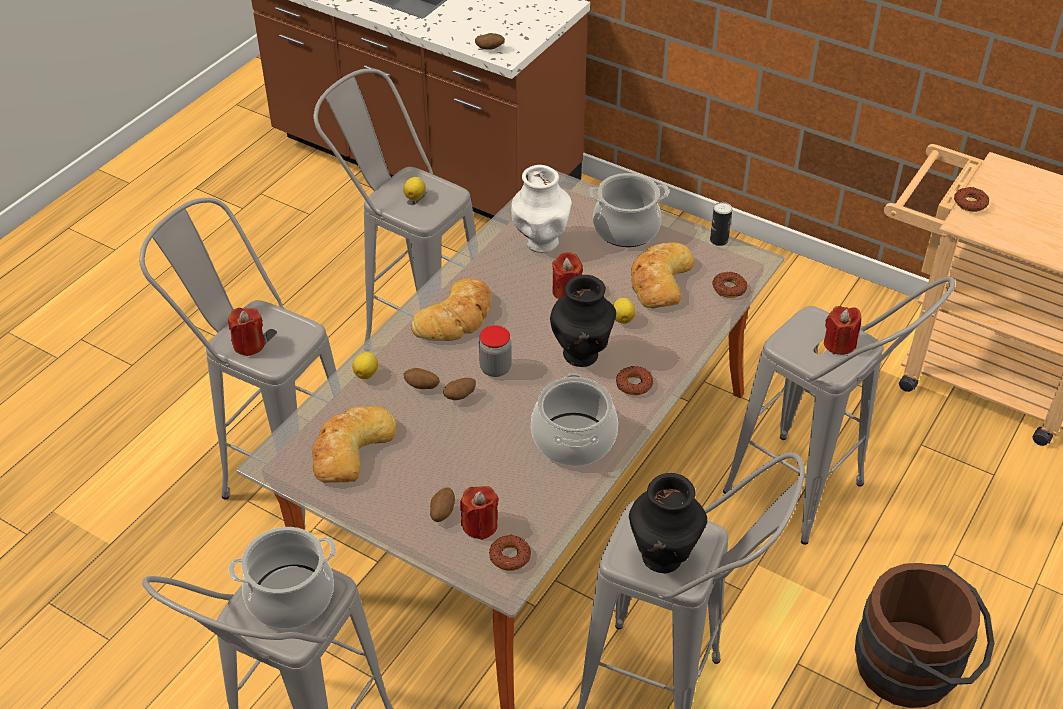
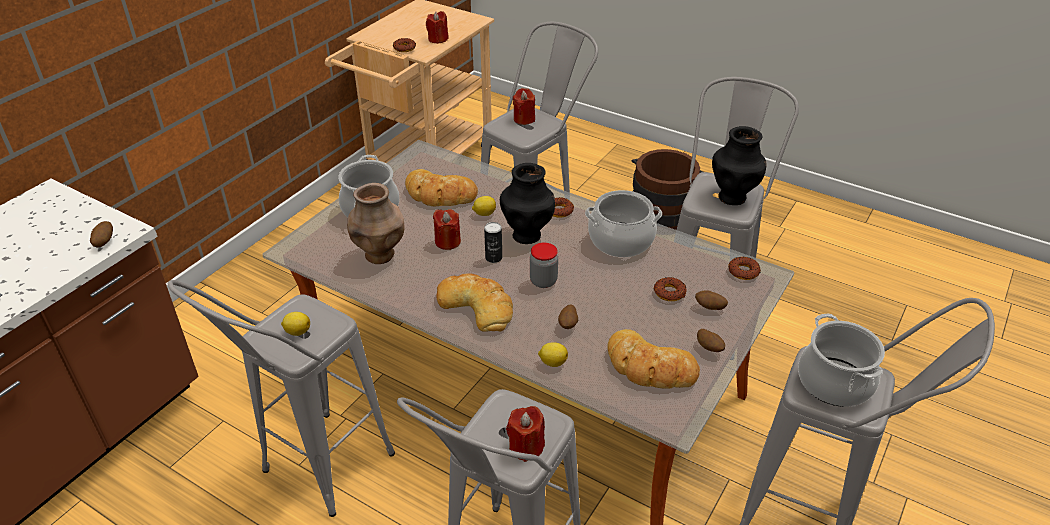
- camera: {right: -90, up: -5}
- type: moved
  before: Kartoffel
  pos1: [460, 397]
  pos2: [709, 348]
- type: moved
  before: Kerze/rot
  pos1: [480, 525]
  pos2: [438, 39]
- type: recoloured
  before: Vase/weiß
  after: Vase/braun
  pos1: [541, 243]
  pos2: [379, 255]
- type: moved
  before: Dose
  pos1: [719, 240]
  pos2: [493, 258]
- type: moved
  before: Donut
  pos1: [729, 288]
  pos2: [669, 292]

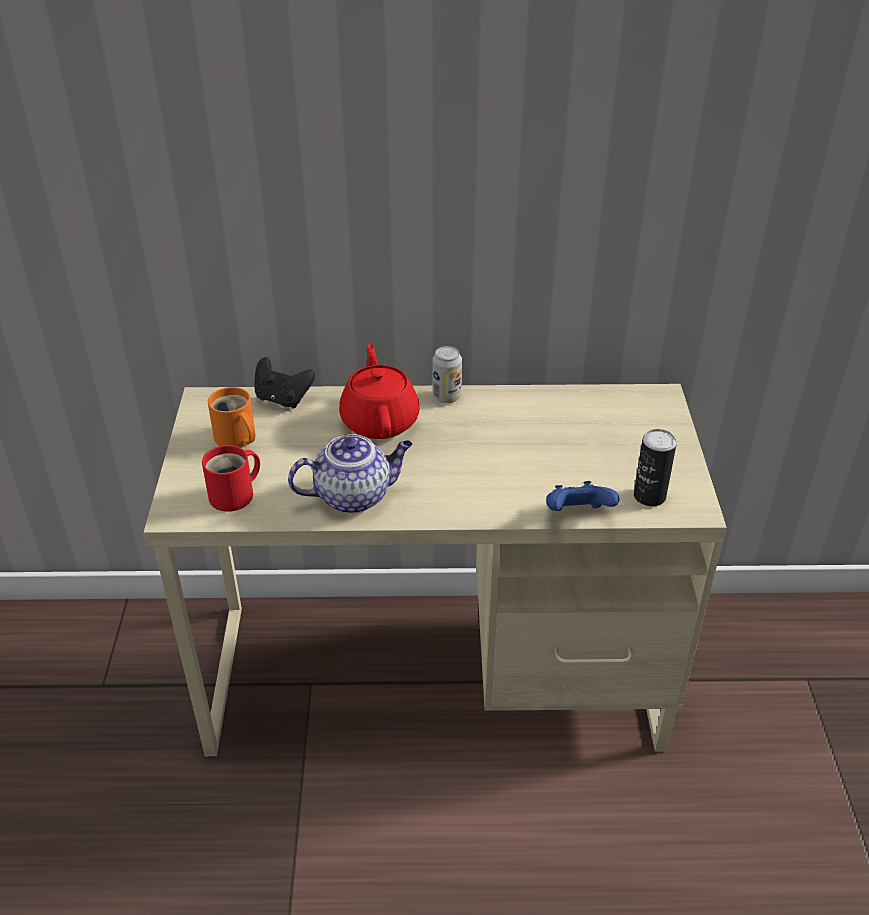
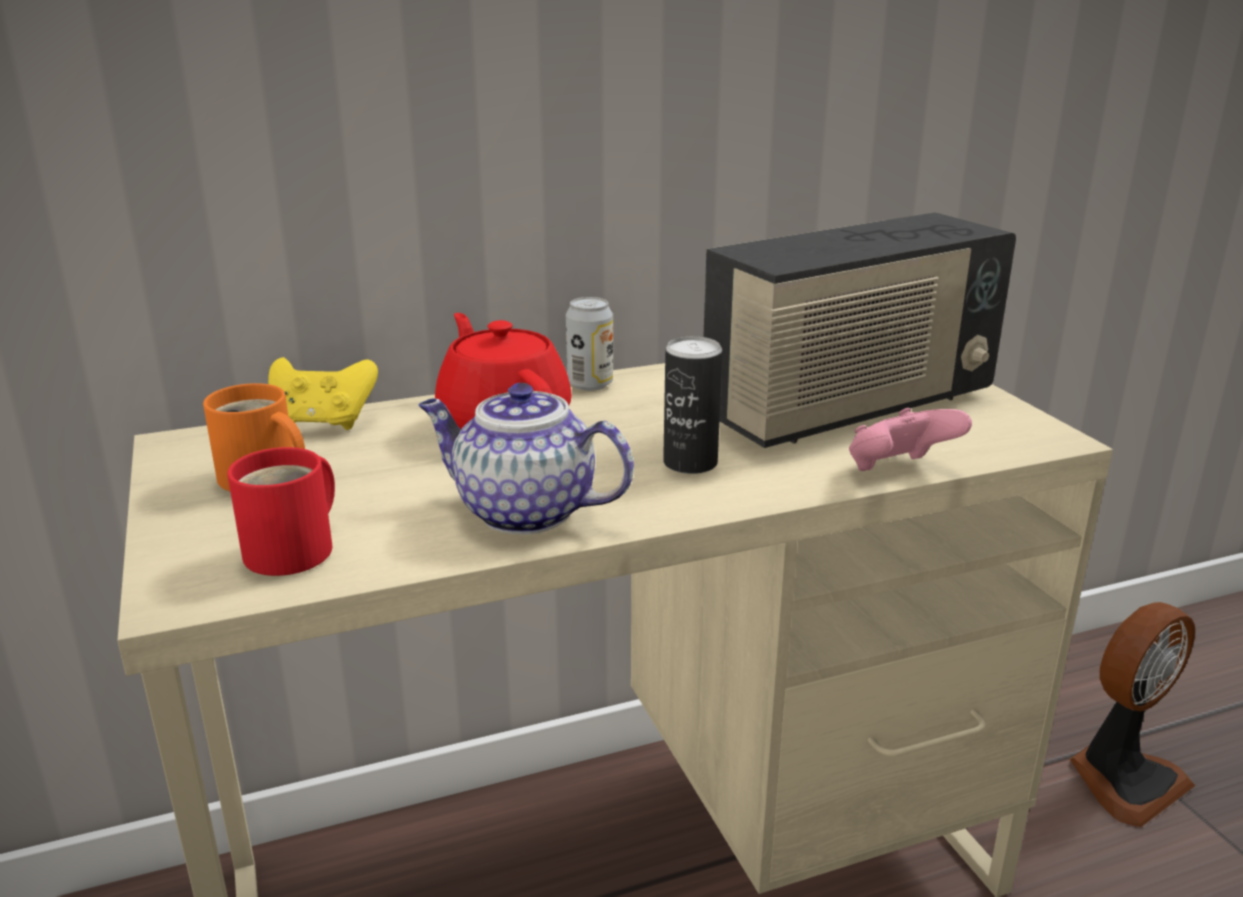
- camera: {right: -20, up: -15}
- type: recoloured
  before: Gamepad/schwarz
  after: Gamepad/gelb
  pos1: [283, 399]
  pos2: [323, 422]
- type: turned
  before: Teekanne
  pos1: [354, 495]
  pos2: [522, 511]
  turn: -120
- type: recoloured
  before: Gamepad/blau
  after: Gamepad/rosa
  pos1: [577, 515]
  pos2: [898, 471]
- type: moved
  before: Dose
  pos1: [649, 496]
  pos2: [690, 463]
- type: added
  after: Radio
  pos2: [850, 409]
- type: added
  after: Ventilator
  pos2: [1123, 778]

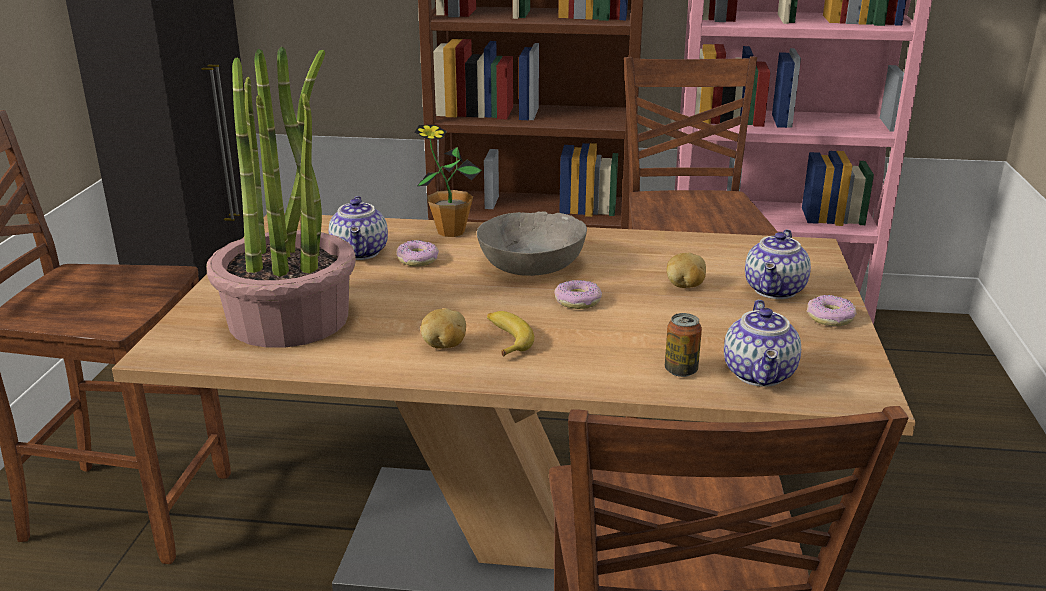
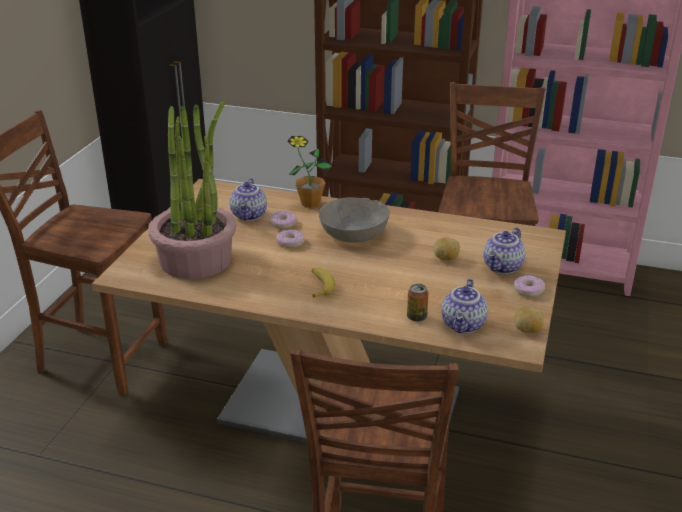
- camera: {right: 10, up: 5}
- type: moved
  before: Kartoffel
  pos1: [444, 346]
  pos2: [527, 330]
- type: moved
  before: Donut
  pos1: [577, 301]
  pos2: [290, 242]

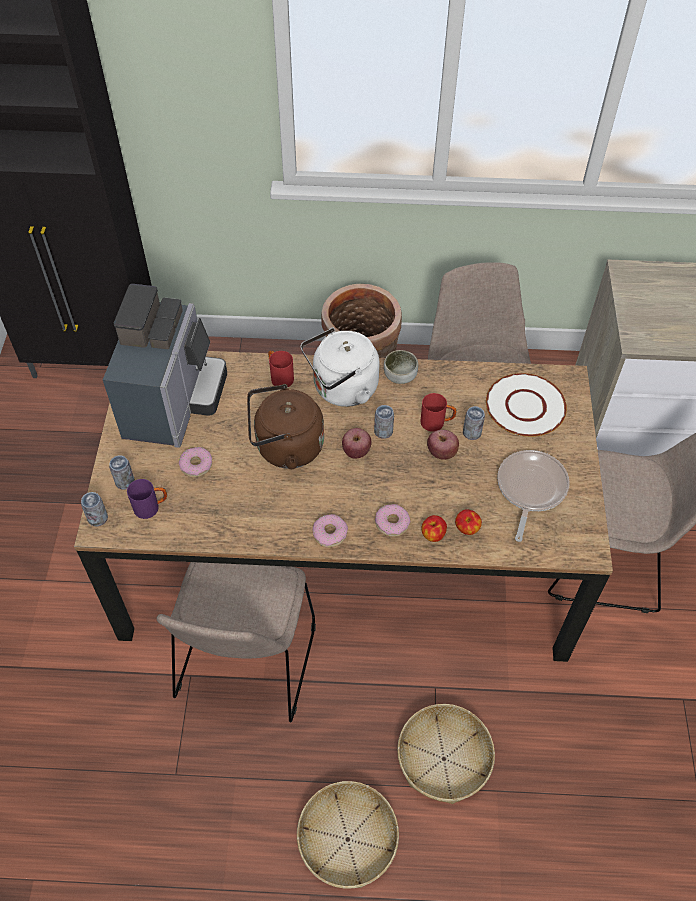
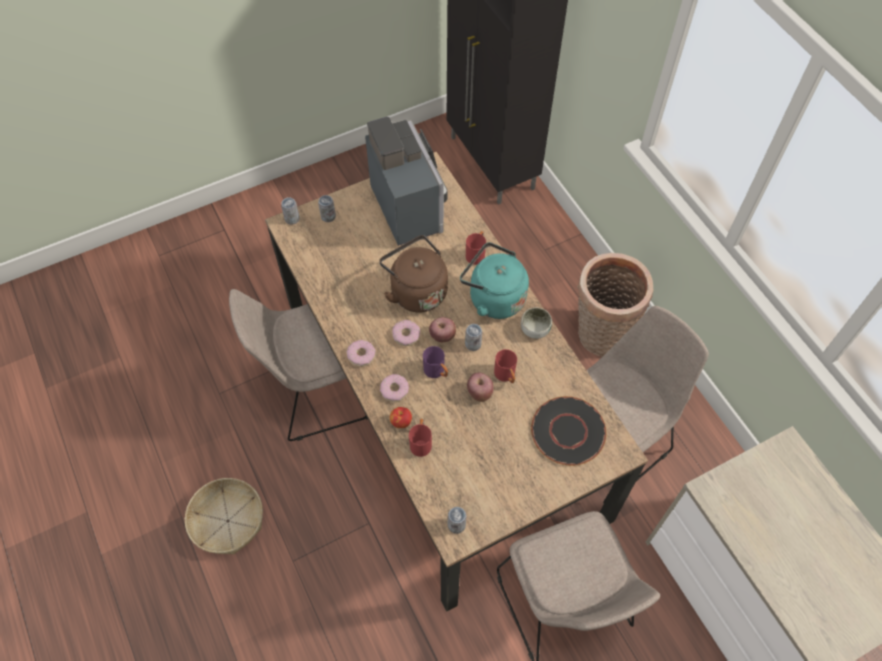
- camera: {right: 60, up: 5}
- type: turned
  before: Kaffeemaschine
  pos1: [173, 401]
  pos2: [410, 205]
  turn: -90
- type: moved
  before: Henkelbecher/lila
  pos1: [151, 507]
  pos2: [437, 372]
- type: moved
  before: Donut
  pos1: [196, 465]
  pos2: [406, 335]
- type: recoloured
  before: Wasserkessel/weiß
  after: Wasserkessel/türkis
  pos1: [342, 389]
  pos2: [493, 298]
- type: removed
  before: Korb
  pos1: [444, 759]
- type: replaced
  before: Apfel
  after: Henkelbecher/rot
  pos1: [467, 529]
  pos2: [421, 442]
- type: moved
  before: Dose
  pos1: [472, 433]
  pos2: [456, 525]
- type: recoloured
  before: Teller/weiß
  after: Teller/schwarz
  pos1: [524, 406]
  pos2: [567, 431]
- type: removed
  before: Pfanne
  pos1: [530, 489]

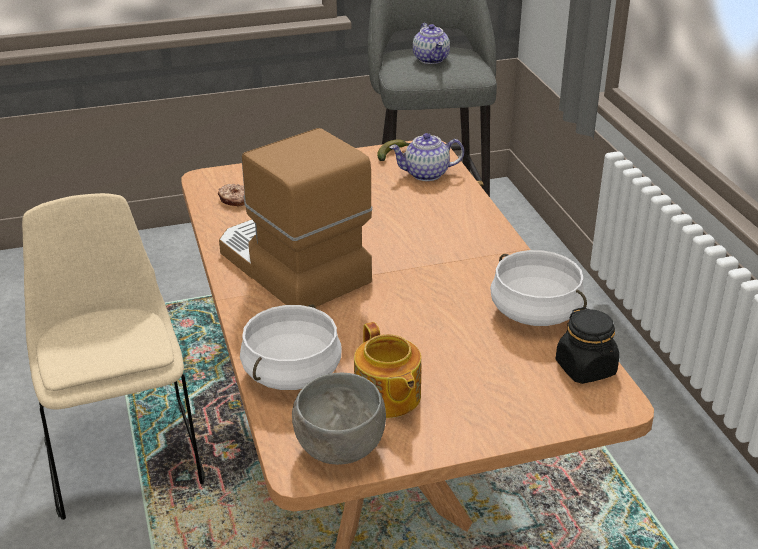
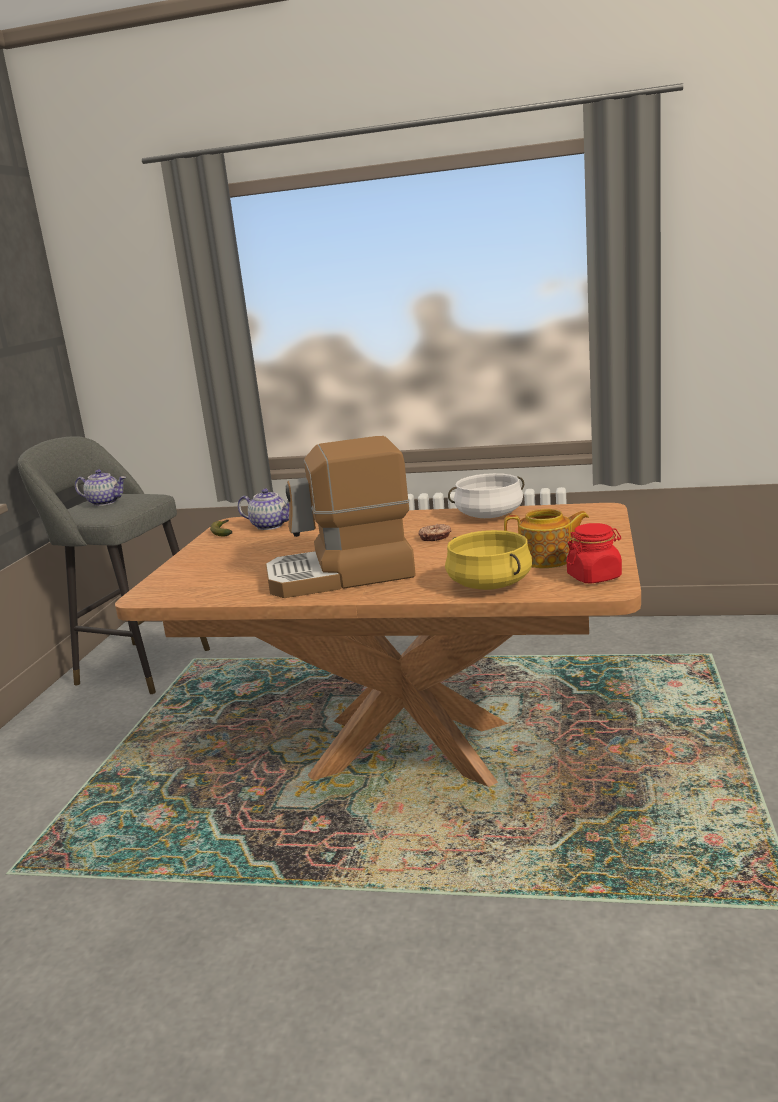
- camera: {right: -60, up: -15}
- type: removed
  before: Stuhl/beige
  pos1: [122, 453]
- type: moved
  before: Donut
  pos1: [234, 200]
  pos2: [435, 537]
- type: recoloured
  before: Kochtopf/weiß
  after: Kochtopf/gelb
  pos1: [291, 372]
  pos2: [489, 584]
- type: replaced
  before: Schüssel/grau
  after: Vorratsglas/rot
  pos1: [338, 448]
  pos2: [594, 577]
- type: turned
  before: Teekanne
  pos1: [426, 174]
  pos2: [270, 525]
  turn: -90
- type: removed
  before: Vorratsglas/schwarz
  pos1: [586, 368]

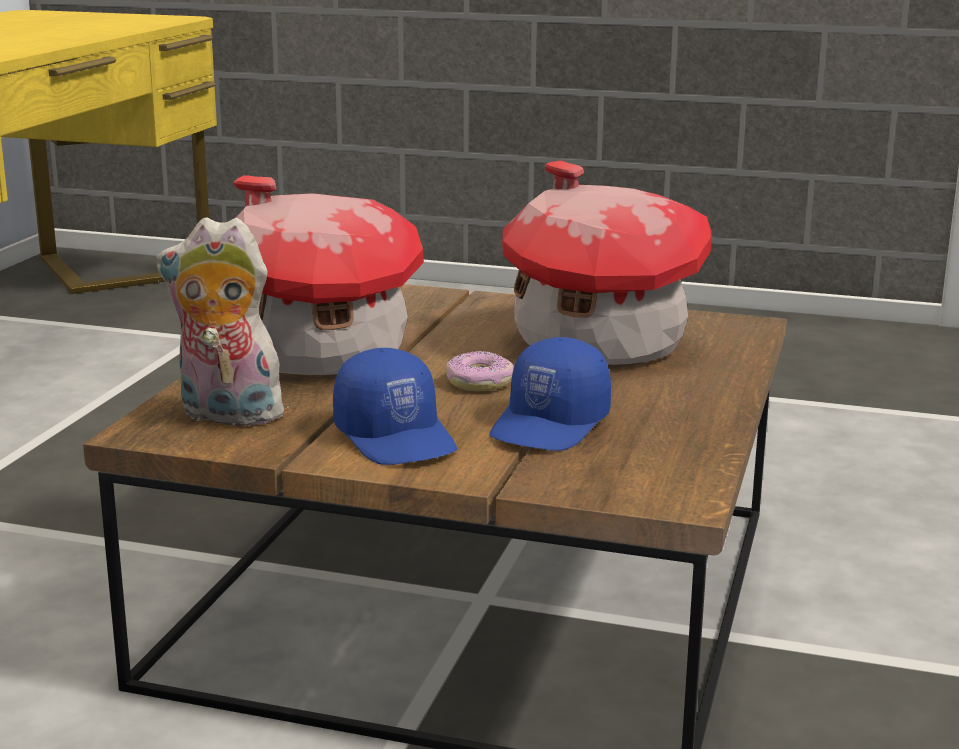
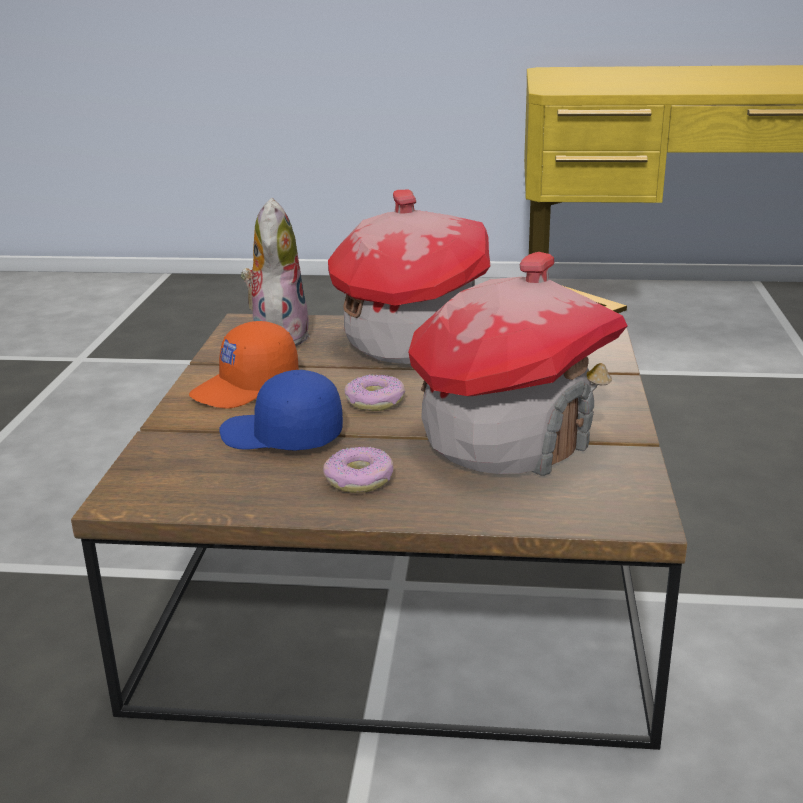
- camera: {right: 80, up: 5}
- type: recoloured
  before: Kappe/blau
  after: Kappe/orange
  pos1: [397, 437]
  pos2: [246, 388]
- type: added
  after: Donut
  pos2: [359, 480]

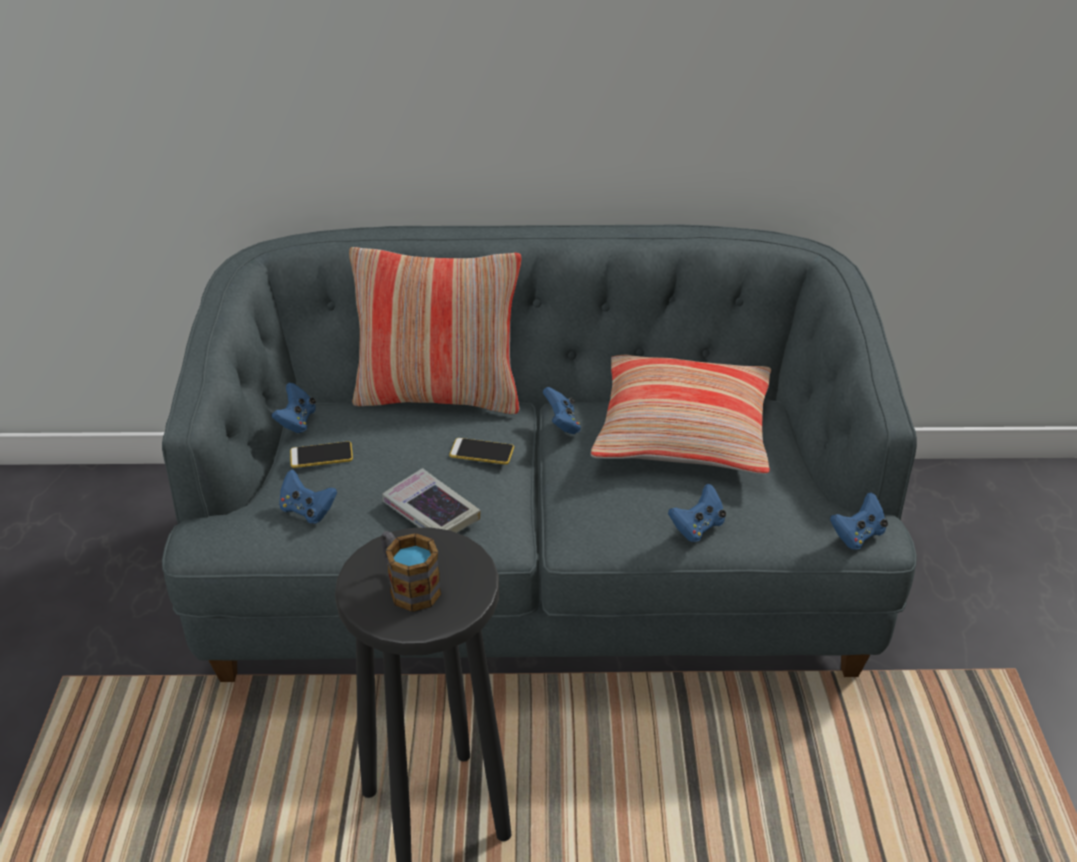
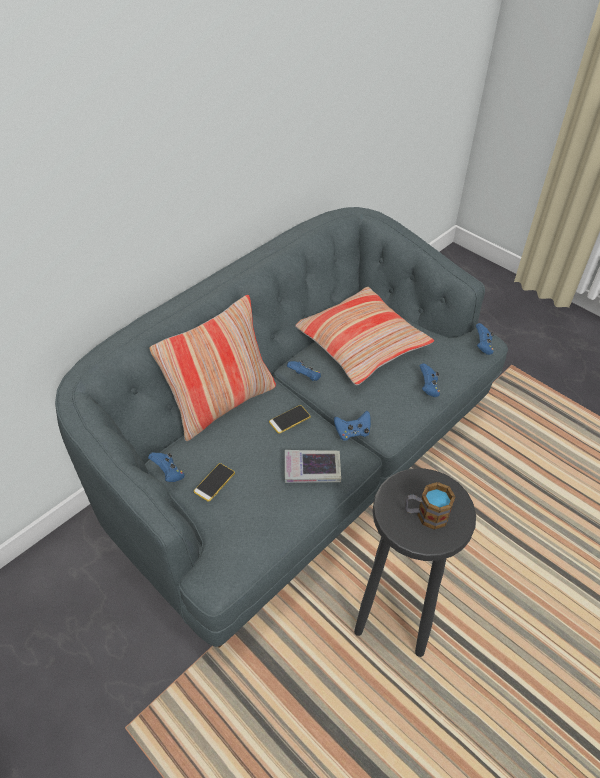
- camera: {right: -45, up: 10}
- type: moved
  before: Gamepad/blau
  pos1: [307, 511]
  pos2: [352, 432]

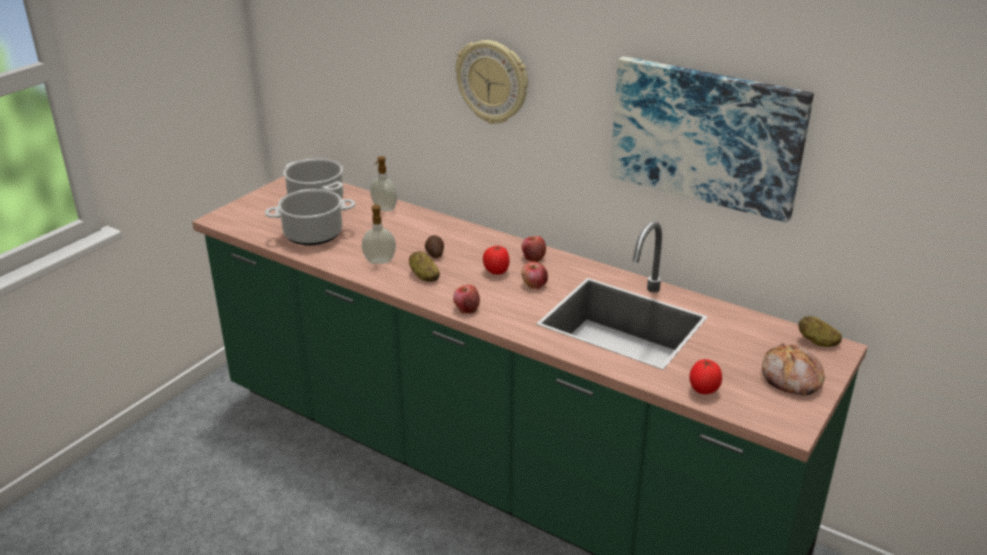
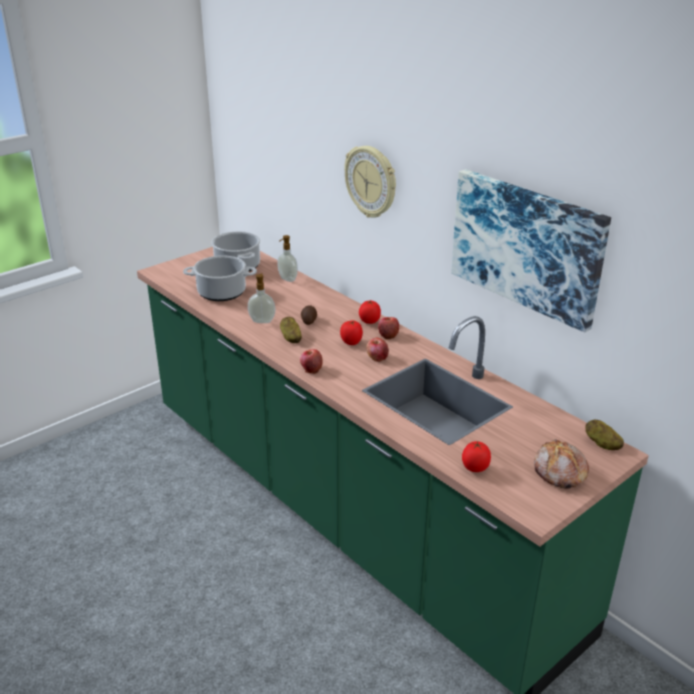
- camera: {right: 15, up: 0}
- type: added
  after: Tomate
  pos2: [369, 322]

